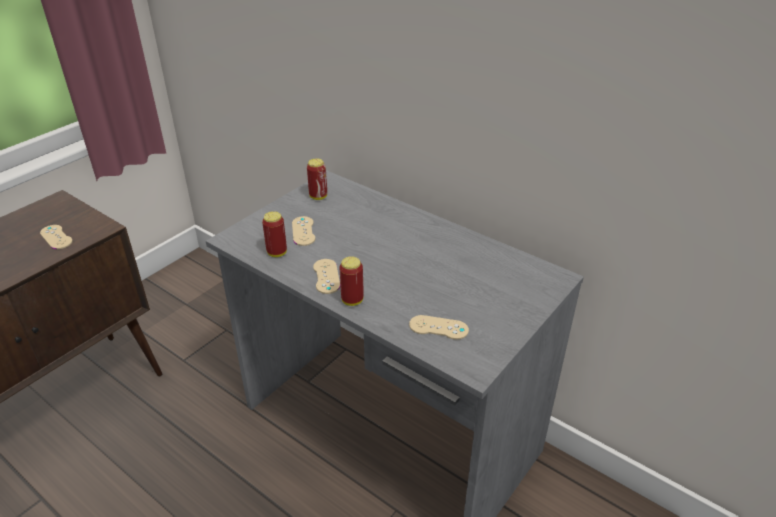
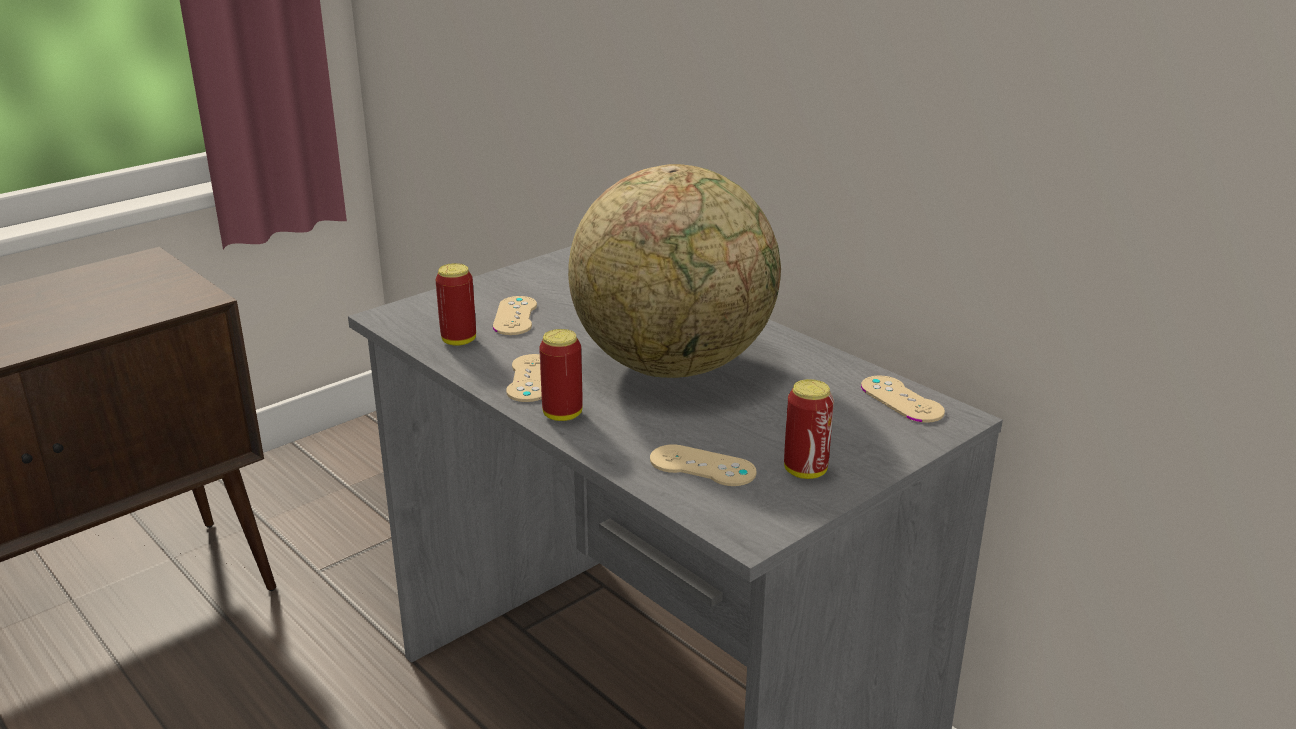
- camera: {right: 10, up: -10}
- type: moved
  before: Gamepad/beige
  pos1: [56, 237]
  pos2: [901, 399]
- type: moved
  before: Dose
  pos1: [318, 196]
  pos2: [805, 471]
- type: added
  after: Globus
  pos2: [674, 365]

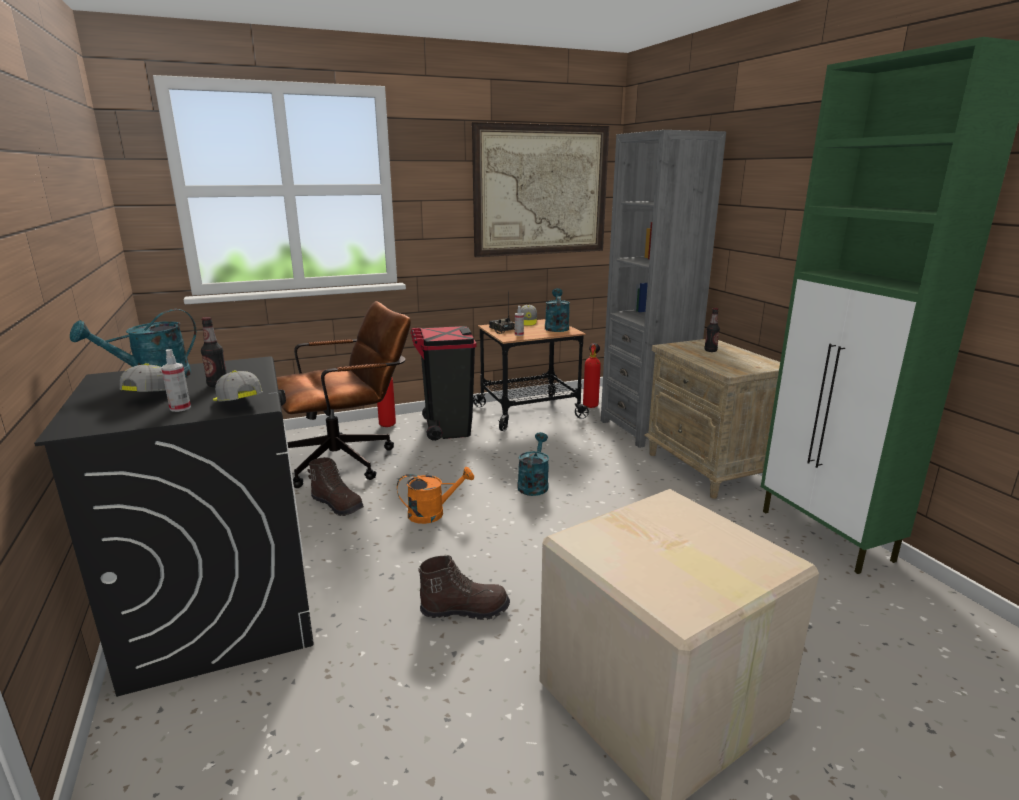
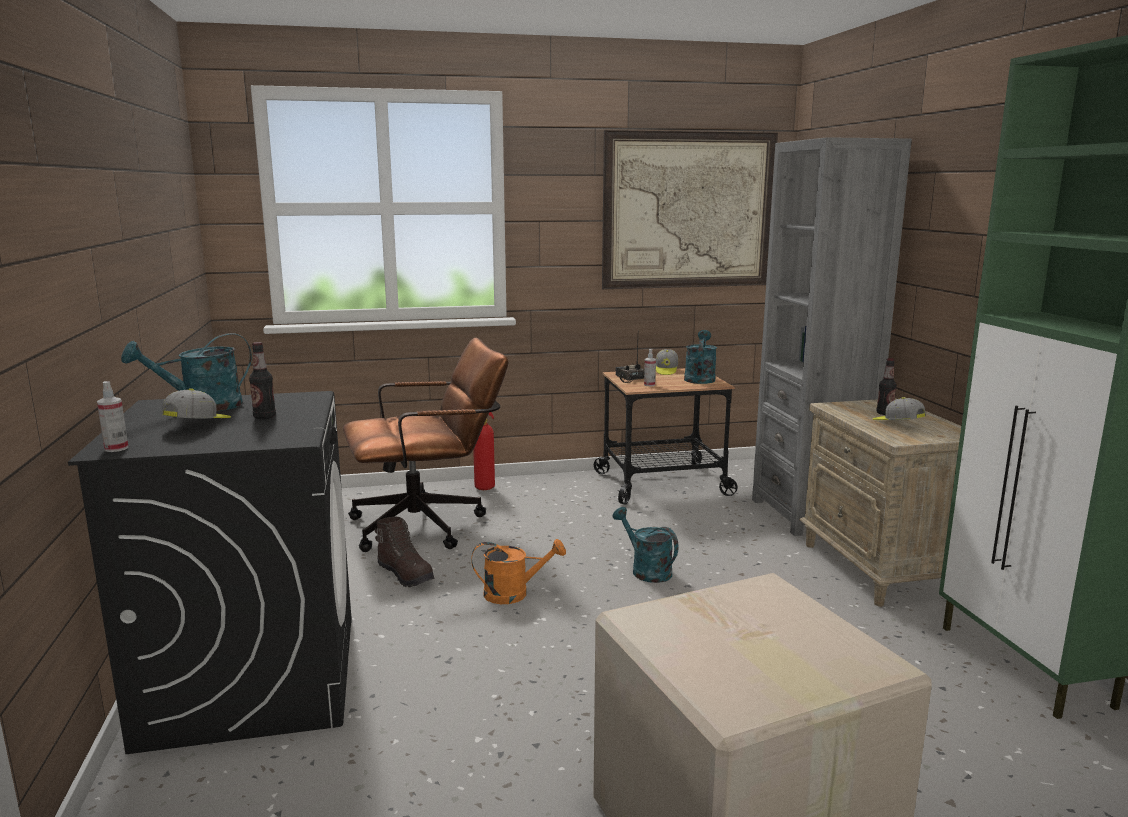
- camera: {right: 10, up: -5}
- type: moved
  before: Sprühflasche
  pos1: [180, 408]
  pos2: [116, 448]
- type: moved
  before: Kappe
  pos1: [238, 404]
  pos2: [897, 424]
- type: removed
  before: Mülleimer/schwarz
  pos1: [447, 429]
- type: removed
  before: Stiefel/braun
  pos1: [465, 609]
- type: turned
  before: Gießkanne/türkis
  pos1: [533, 484]
  pos2: [646, 570]
  turn: -60
- type: removed
  before: Feuerlöscher
  pos1: [590, 405]

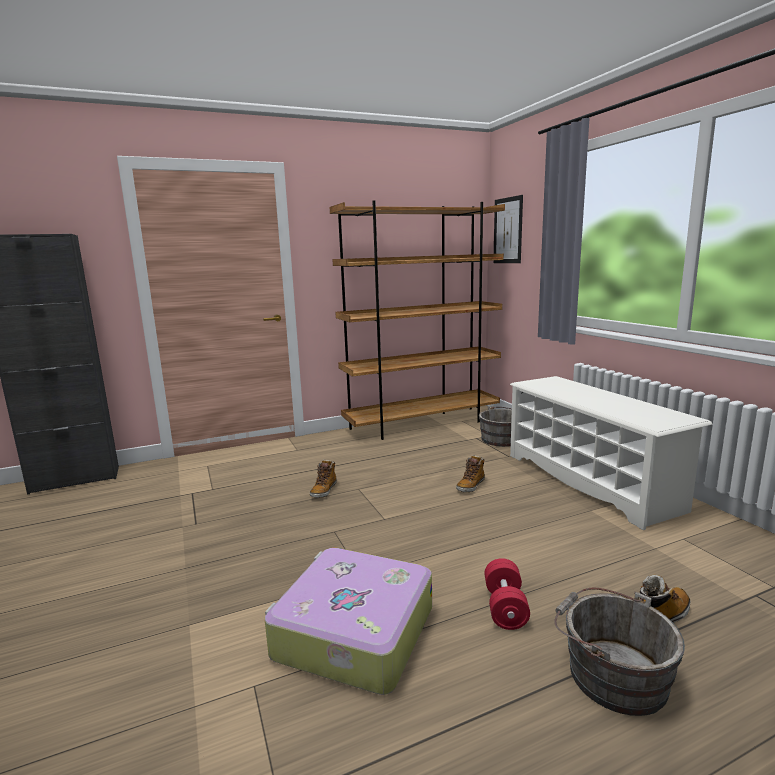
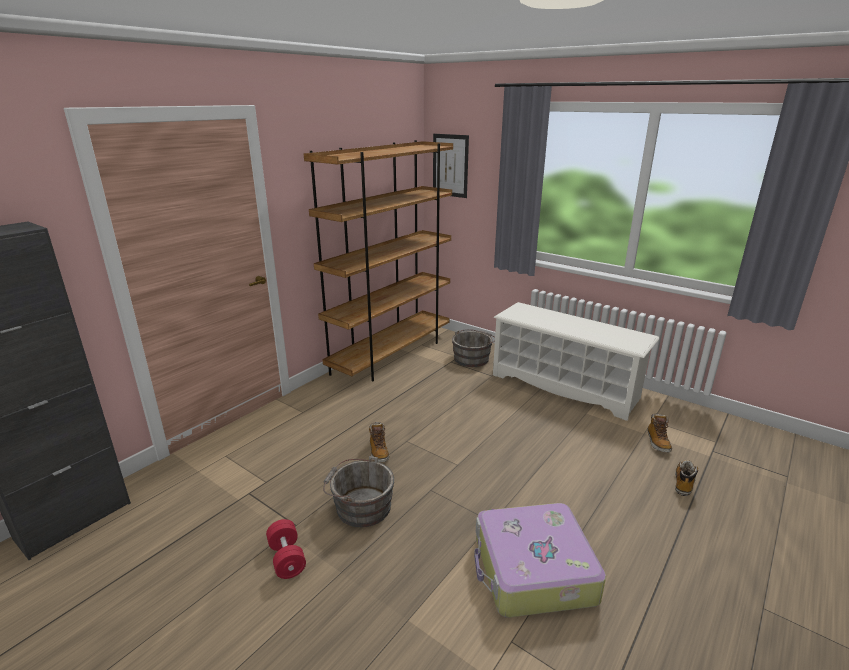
- camera: {right: -30, up: 10}
- type: moved
  before: Stiefel
  pos1: [470, 486]
  pos2: [657, 442]
- type: moved
  before: Hantel/rot
  pos1: [505, 607]
  pos2: [287, 558]
- type: moved
  before: Eimer/grau
  pos1: [611, 673]
  pos2: [360, 506]

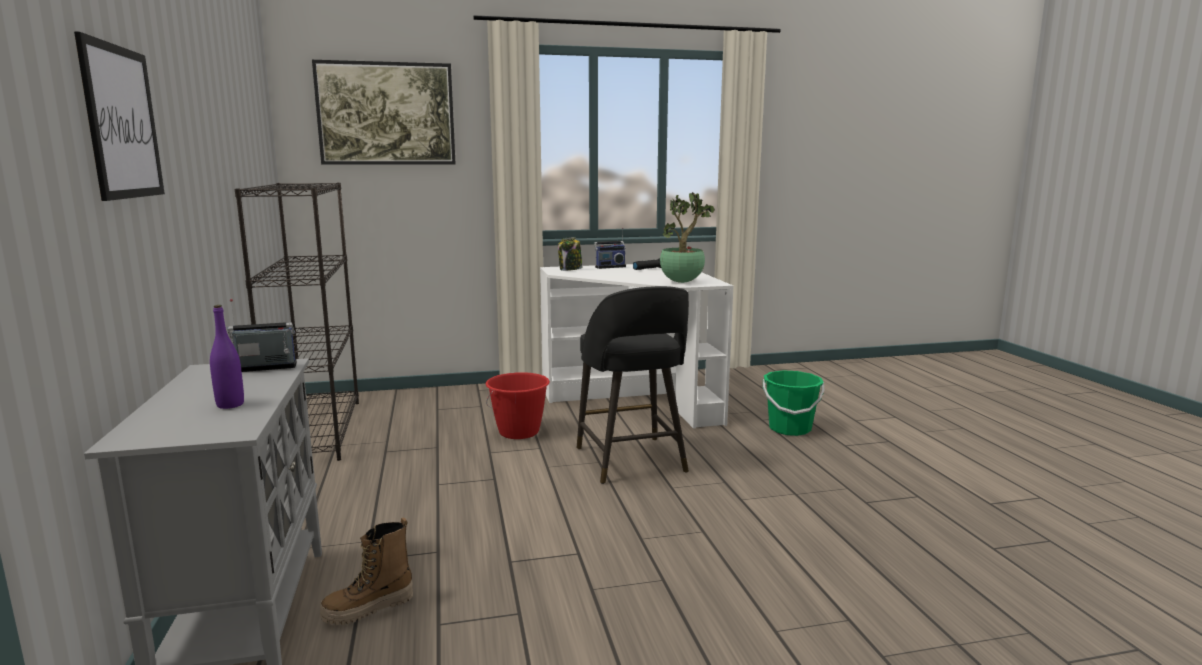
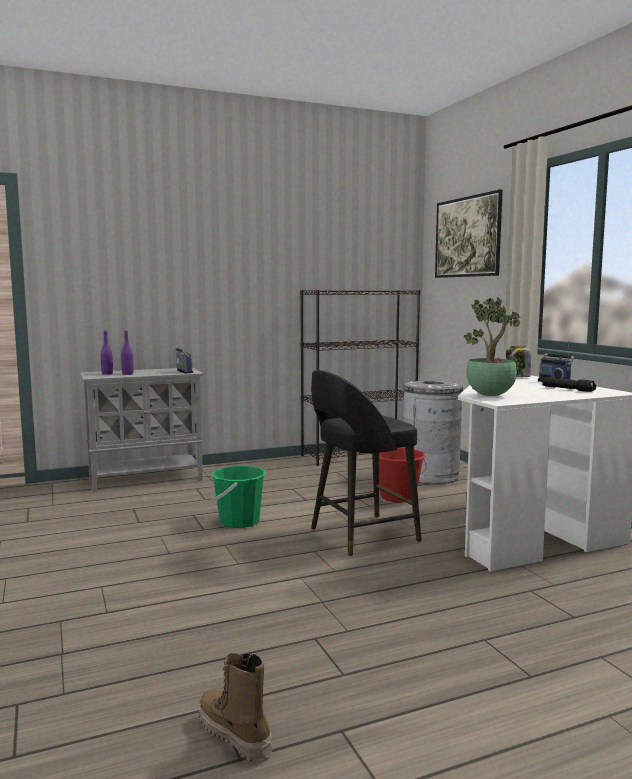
- camera: {right: 80, up: -5}
- type: removed
  before: Bild
  pos1: [122, 122]
- type: moved
  before: Stiefel
  pos1: [368, 609]
  pos2: [234, 736]
- type: moved
  before: Eimer/grün
  pos1: [789, 428]
  pos2: [239, 521]
- type: added
  after: Flasche/lila
  pos2: [107, 374]
- type: added
  after: Mülleimer/grau
  pos2: [430, 476]

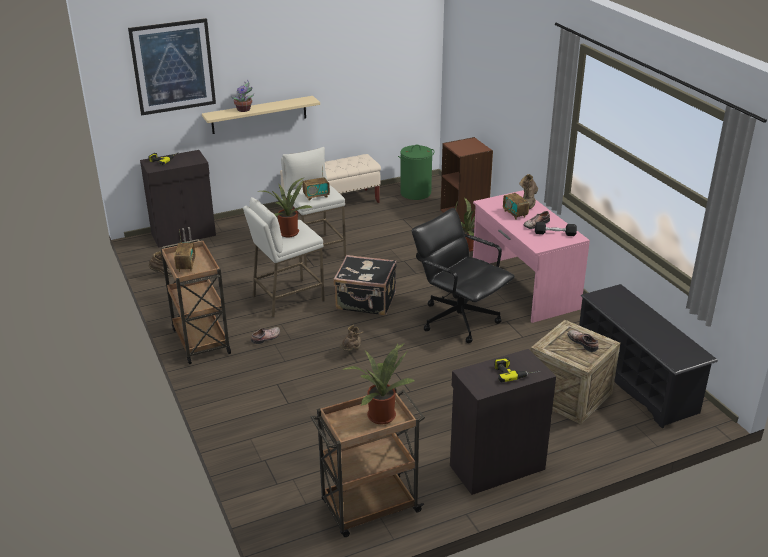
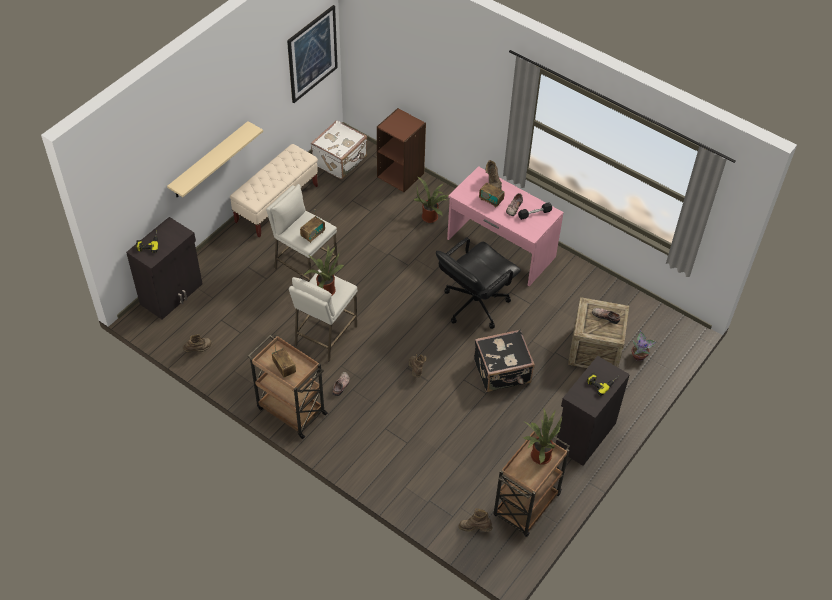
- camera: {right: -30, up: 20}
- type: moved
  before: Bild
  pos1: [173, 66]
  pos2: [312, 54]
- type: moved
  before: Topfpflanze
  pos1: [244, 110]
  pos2: [639, 355]
- type: moved
  before: Koffer/schwarz
  pos1: [366, 302]
  pos2: [502, 372]
- type: replaced
  before: Wäschekorb/grün
  after: Koffer/weiß
  pos1: [416, 193]
  pos2: [340, 161]
- type: turned
  before: Bürostuhl/schwarz
  pos1: [459, 319]
  pos2: [474, 304]
  turn: -60
- type: removed
  before: Schuhregal/schwarz
  pos1: [636, 380]
- type: added
  after: Stiefel/braun
  pos2: [475, 528]

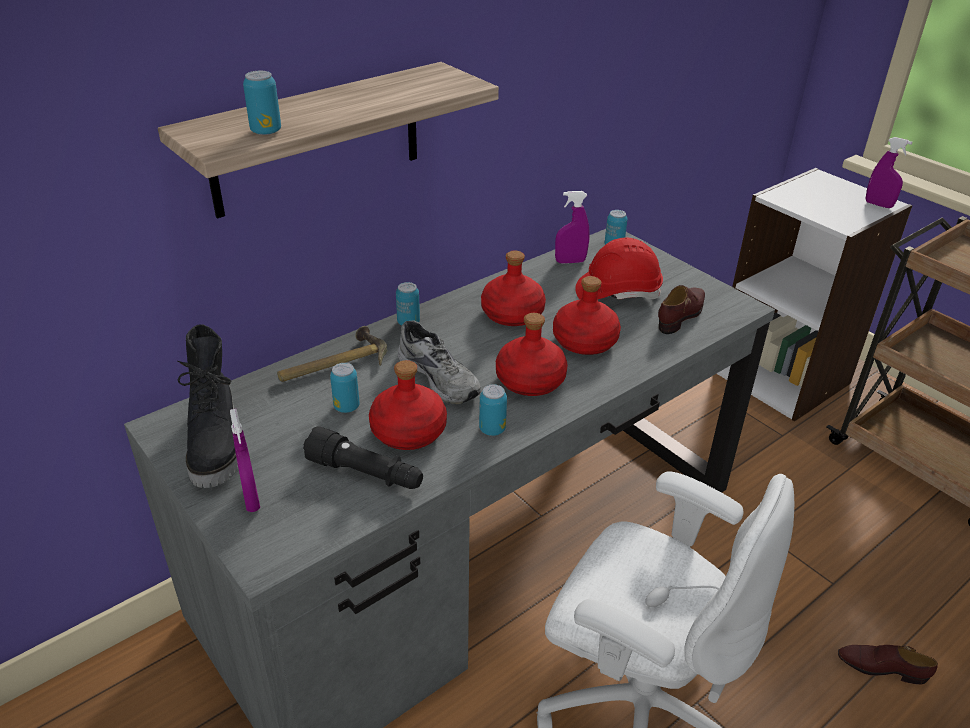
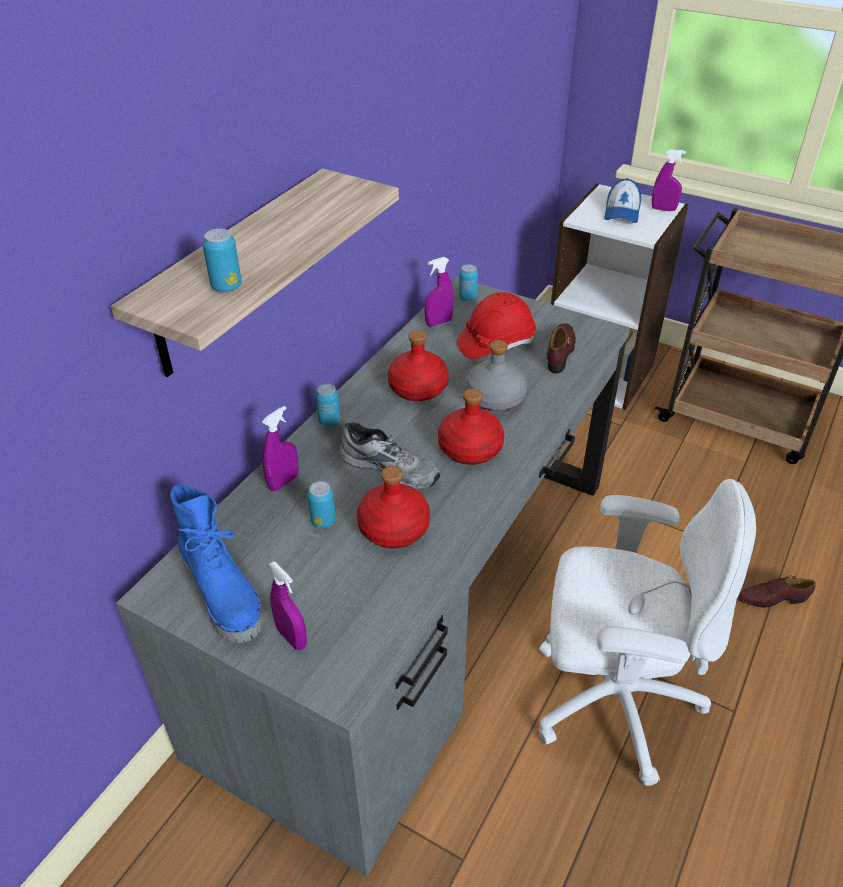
- camera: {right: -20, up: 5}
- type: recoloured
  before: Stiefel/schwarz
  after: Stiefel/blau
  pos1: [217, 444]
  pos2: [225, 595]
- type: replaced
  before: Hammer
  after: Sprühflasche/lila
  pos1: [332, 364]
  pos2: [283, 482]
- type: removed
  before: Taschenlampe/schwarz
  pos1: [366, 474]
- type: removed
  before: Dose
  pos1: [492, 429]
- type: recoloured
  before: Flasche/rot
  after: Flasche/grau
  pos1: [584, 342]
  pos2: [494, 399]
- type: added
  after: Kappe
  pos2: [622, 212]

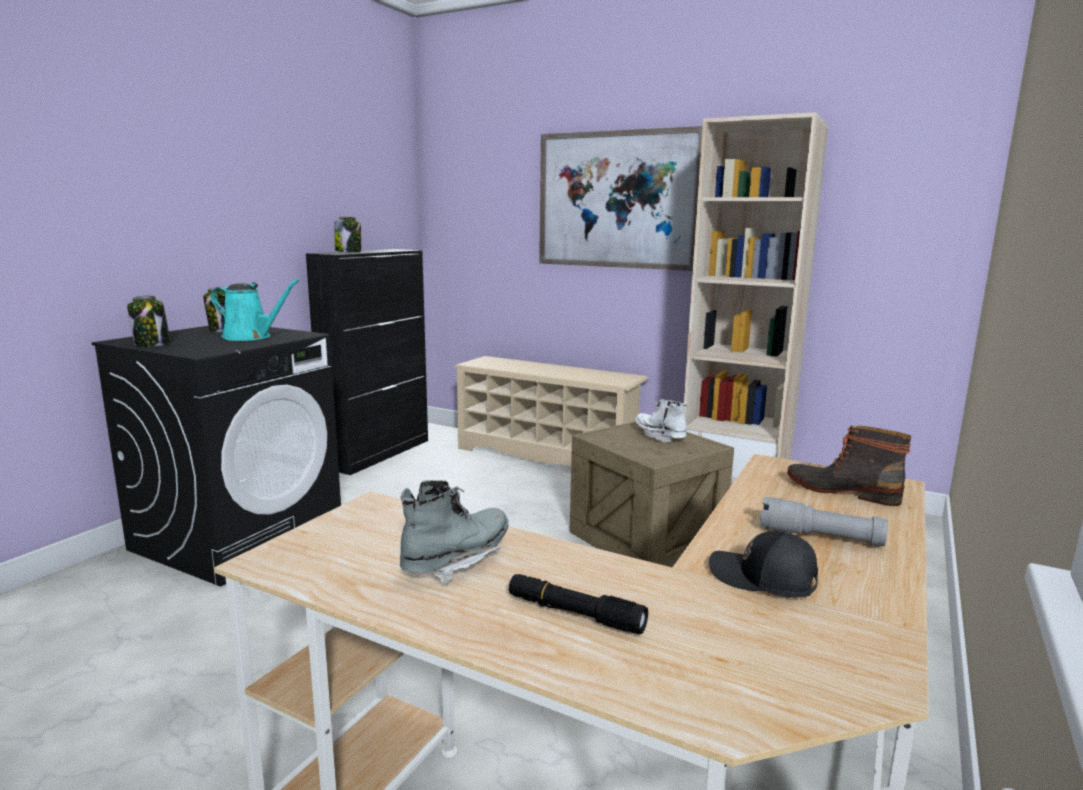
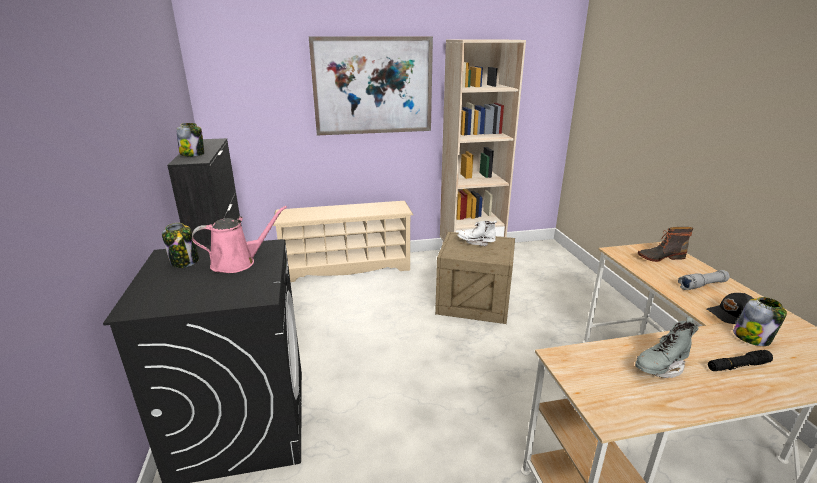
- camera: {right: -40, up: 10}
- type: moved
  before: Vorratsglas
  pos1: [152, 344]
  pos2: [752, 337]
- type: recoloured
  before: Gießkanne/türkis
  after: Gießkanne/rosa
  pos1: [251, 337]
  pos2: [238, 263]
- type: turned
  before: Stiefel/grau
  pos1: [457, 561]
  pos2: [660, 367]
  turn: -120

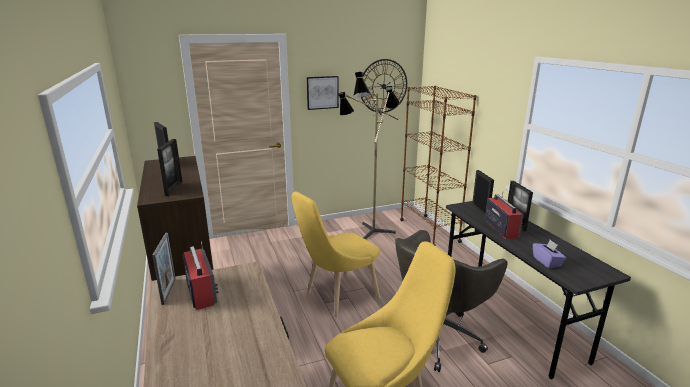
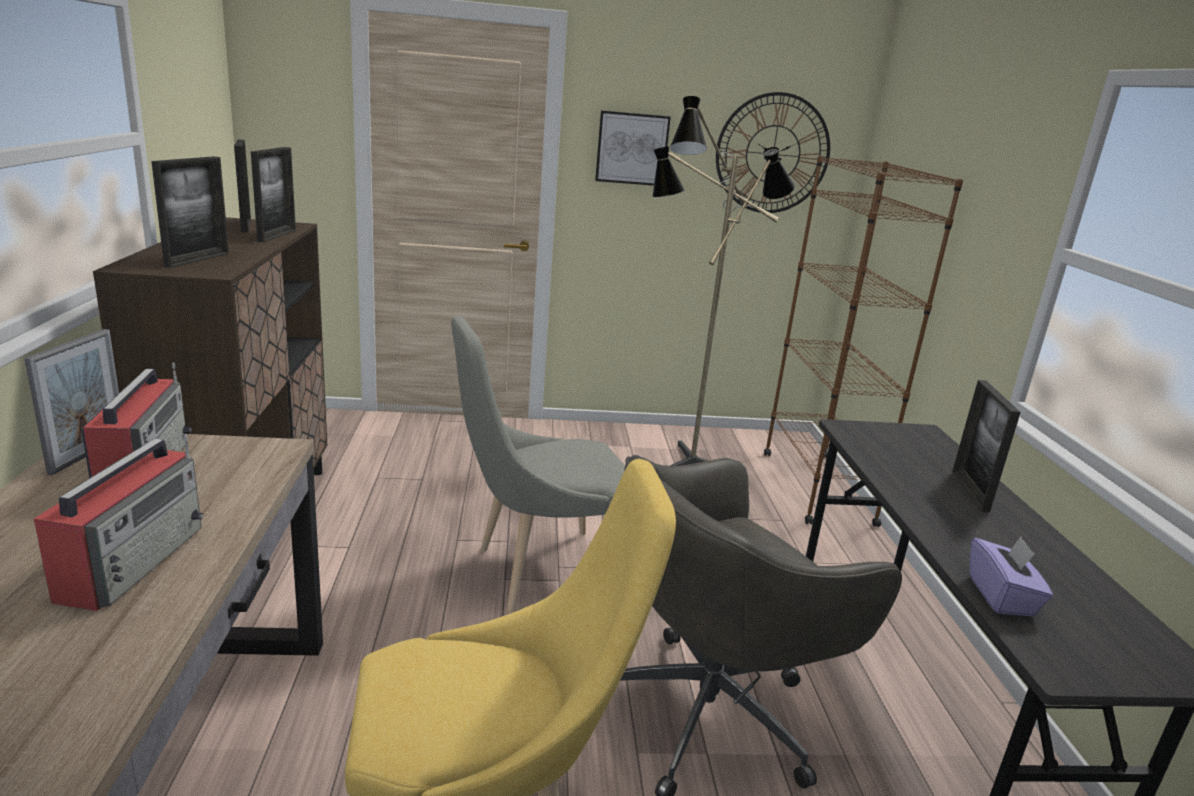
- camera: {right: 15, up: 0}
- type: recoloured
  before: Stuhl/gelb
  after: Stuhl/grau
  pos1: [338, 297]
  pos2: [538, 573]
- type: moved
  before: Bilderrahmen
  pos1: [480, 210]
  pos2: [277, 236]
- type: moved
  before: Radio
  pos1: [501, 228]
  pos2: [134, 561]

